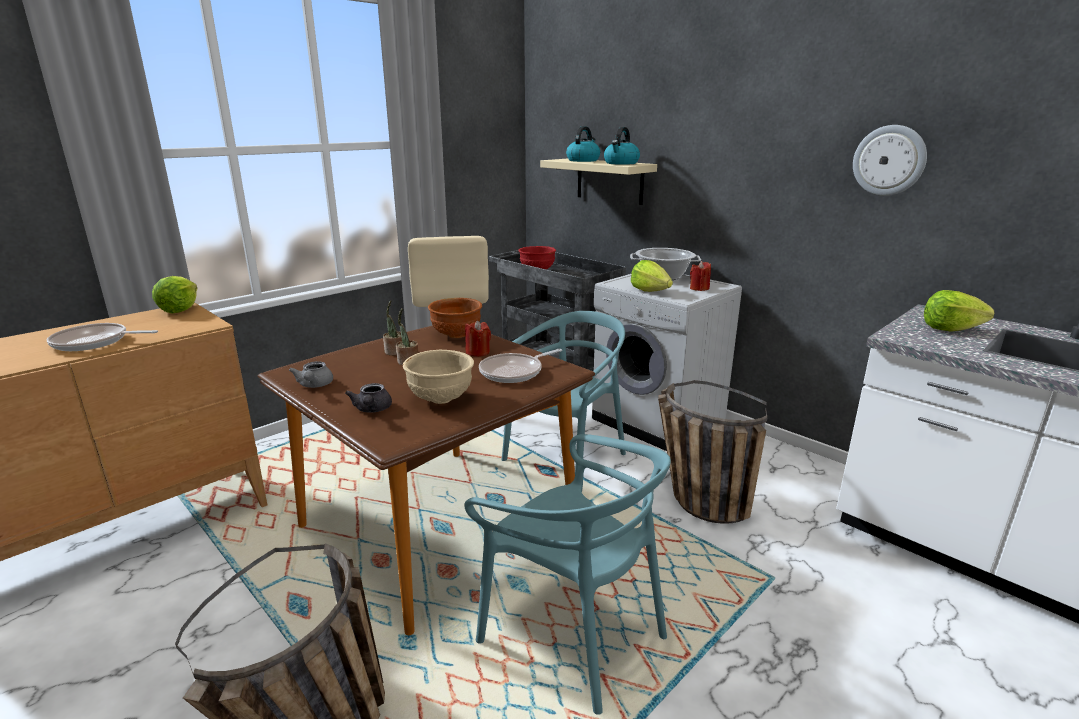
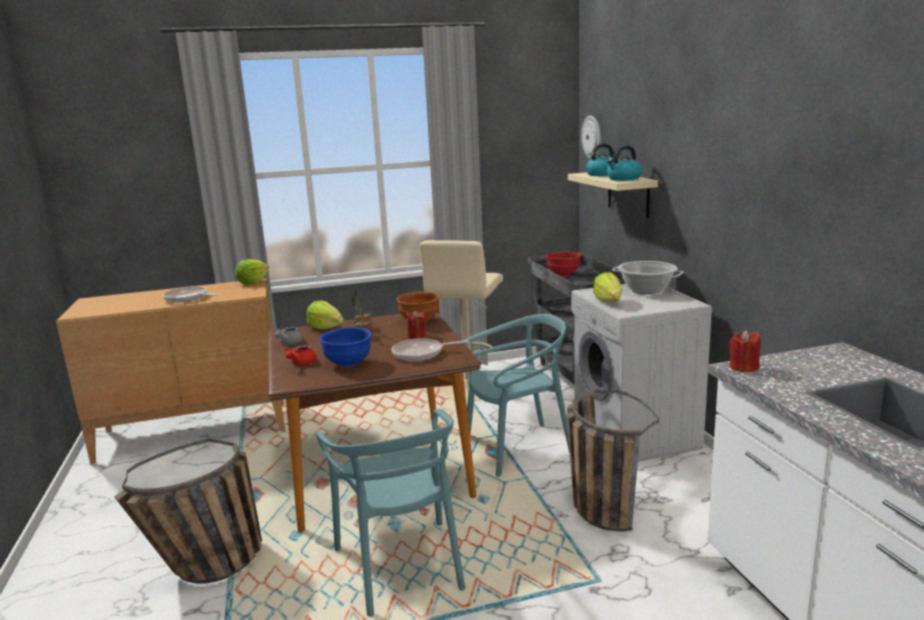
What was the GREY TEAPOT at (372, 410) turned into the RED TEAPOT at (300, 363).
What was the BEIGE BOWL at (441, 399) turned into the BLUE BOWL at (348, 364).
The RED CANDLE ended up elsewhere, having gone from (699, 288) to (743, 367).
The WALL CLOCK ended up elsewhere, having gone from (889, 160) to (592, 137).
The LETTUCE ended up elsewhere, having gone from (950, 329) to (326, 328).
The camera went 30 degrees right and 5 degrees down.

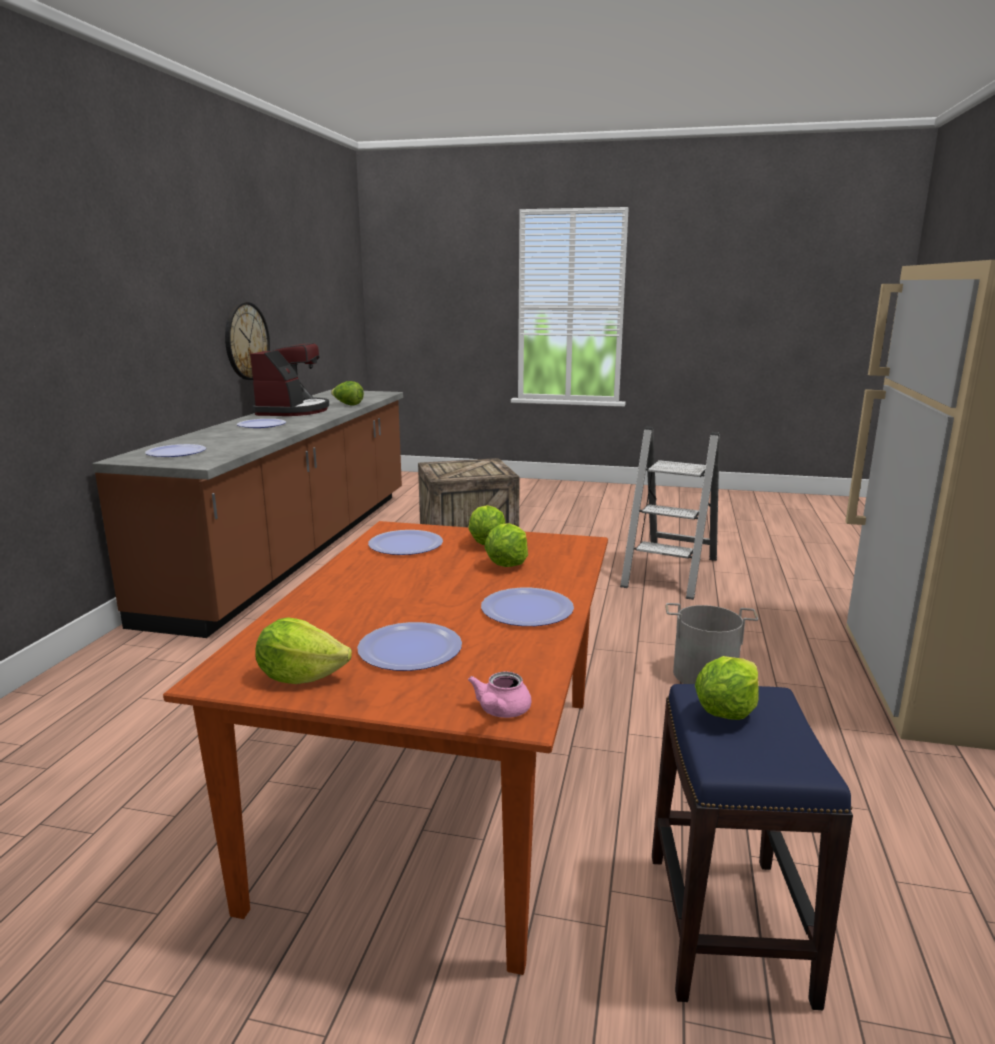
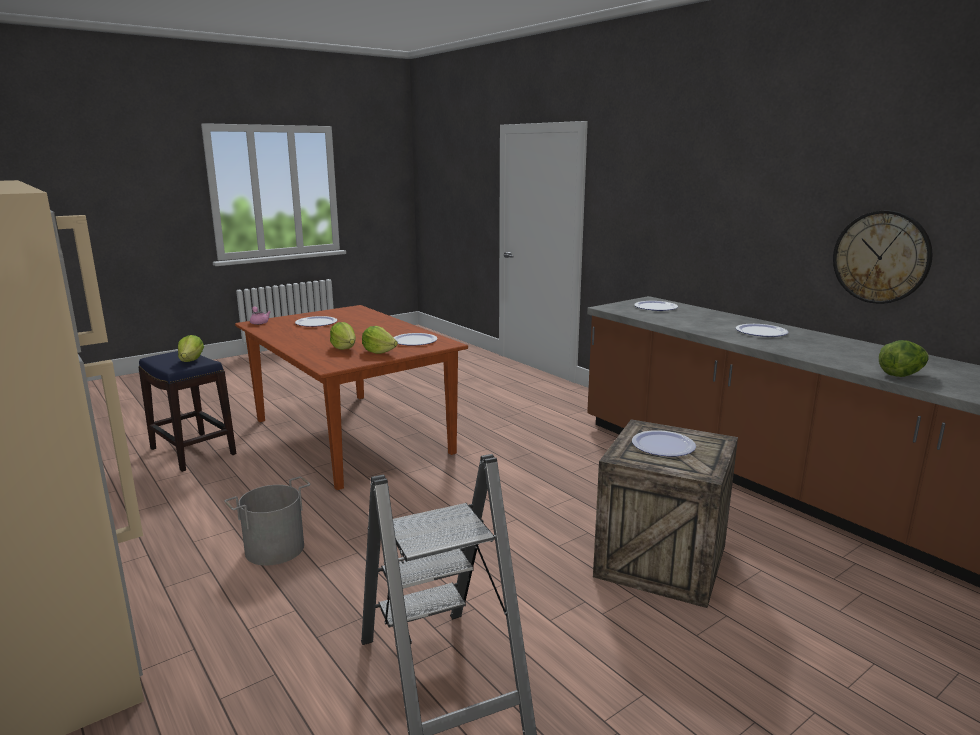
The second view lost the COFFEE MACHINE at (293, 411).
The second view lost the LETTUCE at (300, 676).
The PLATE ended up elsewhere, having gone from (527, 609) to (663, 445).
The camera went 130 degrees right and 0 degrees up.

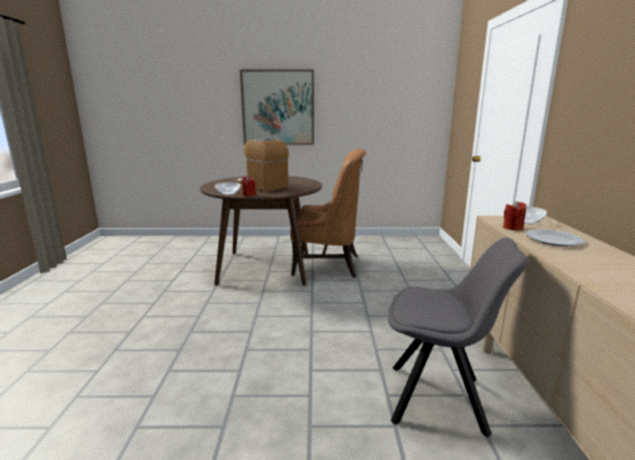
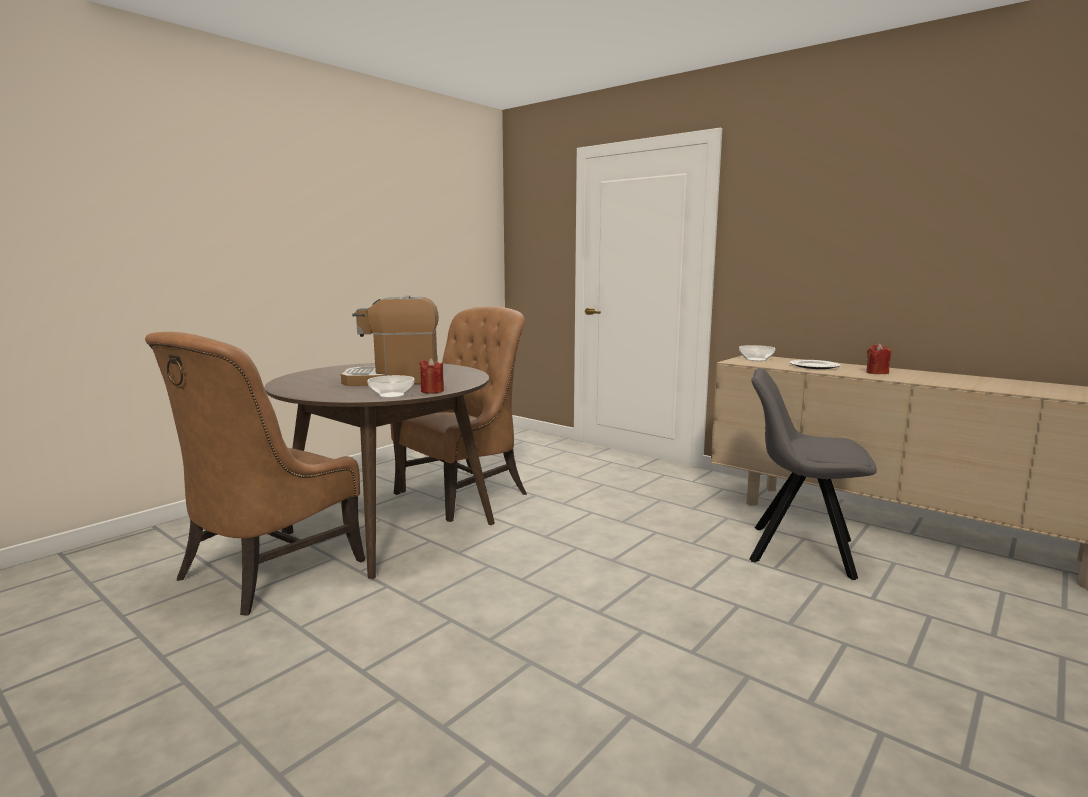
The second view lost the PICTURE at (278, 108).
The GREY CHAIR at (437, 399) ended up facing another way, 120 degrees counterclockwise from before.
The RED CANDLE ended up elsewhere, having gone from (512, 228) to (877, 372).
The second view gained the BROWN CHAIR at (268, 570).
The camera went 50 degrees left and 5 degrees down.

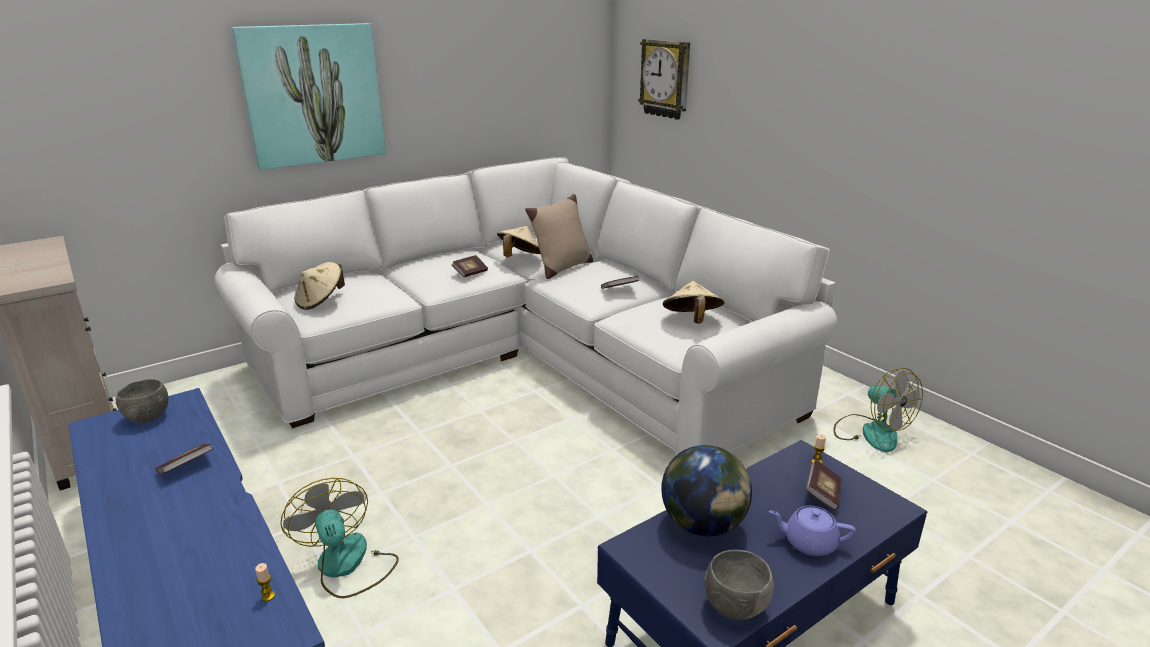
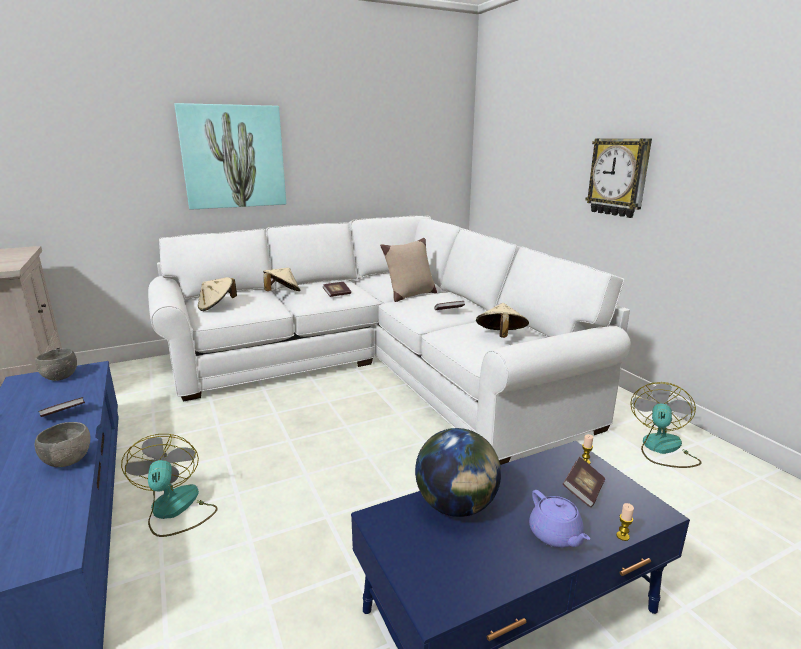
The CANDLE ended up elsewhere, having gone from (268, 596) to (622, 536).
The BEIGE HAT ended up elsewhere, having gone from (520, 258) to (282, 293).
The WALL CLOCK ended up elsewhere, having gone from (666, 79) to (618, 177).
The GREY BOWL ended up elsewhere, having gone from (735, 606) to (69, 461).
The PURPLE TEAPOT at (808, 543) ended up facing another way, 135 degrees counterclockwise from before.
The FAN at (871, 432) ended up facing another way, 135 degrees counterclockwise from before.
The camera went 10 degrees right and 5 degrees down.

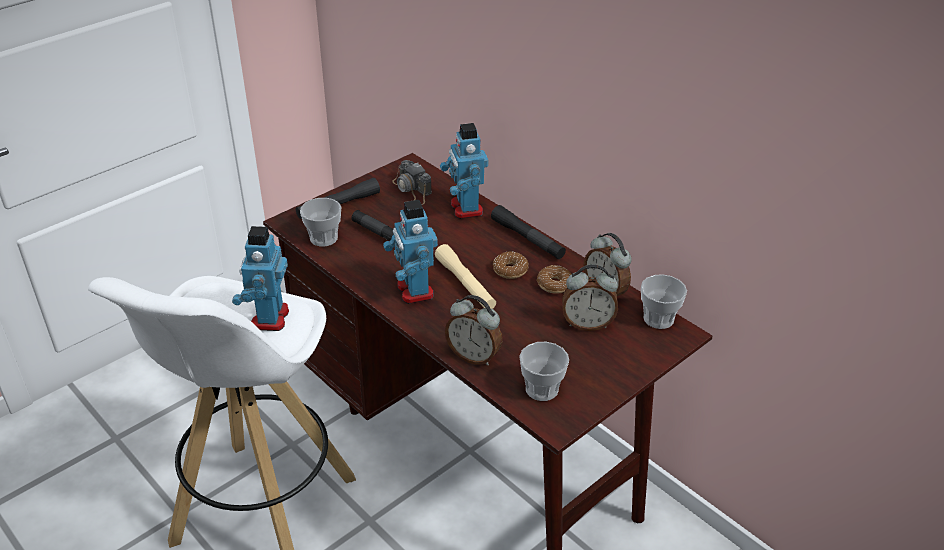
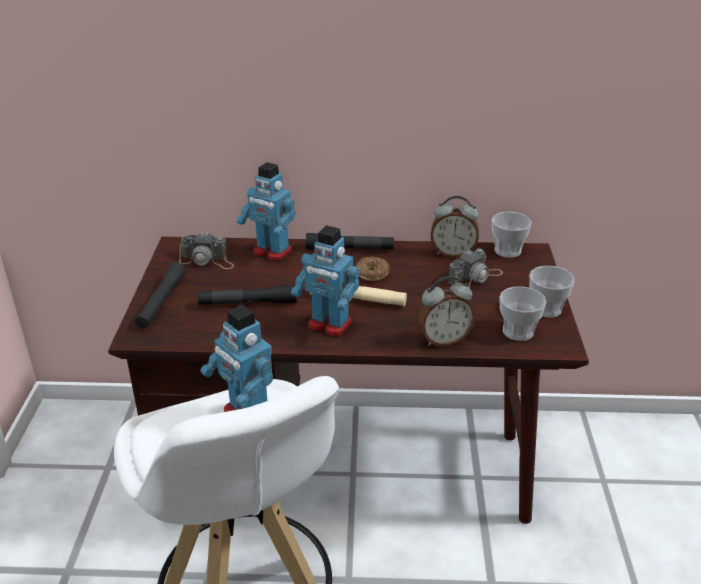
The CUP ended up elsewhere, having gone from (323, 238) to (546, 309).
The second view lost the DONUT at (554, 284).
Where the ALARM CLOCK stood at (587, 324), the PHOTO CAMERA came to stand at (475, 277).
The camera went 45 degrees left and 5 degrees down.

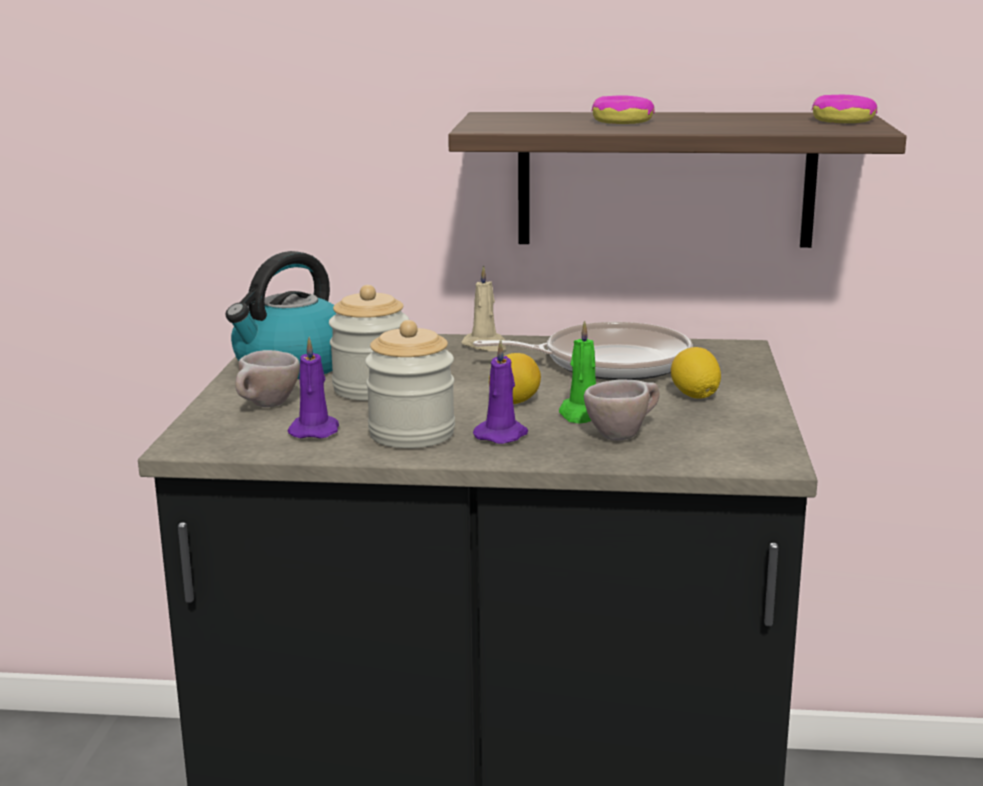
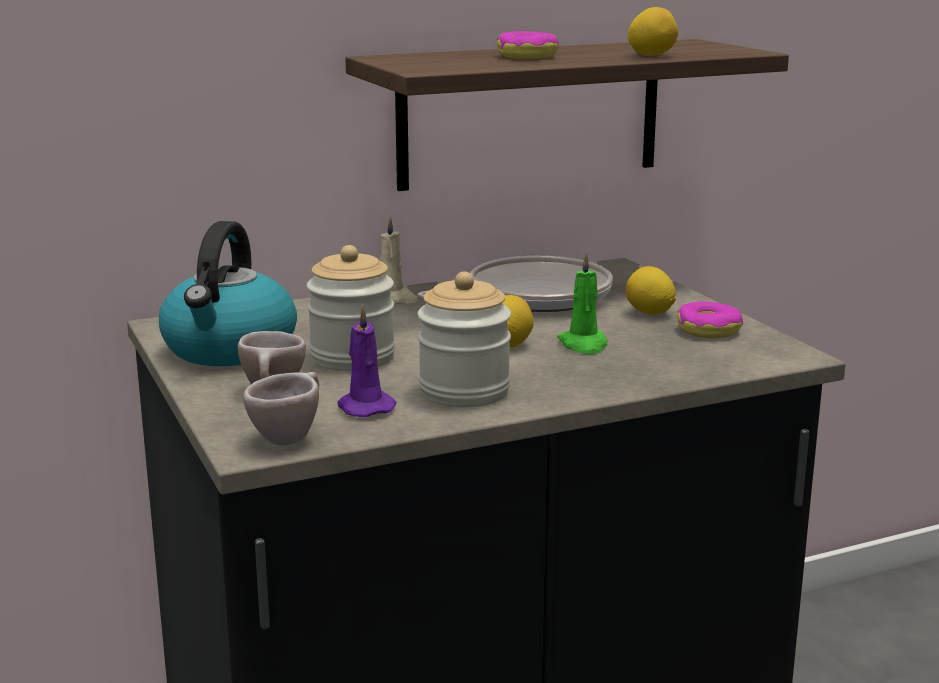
The second view lost the PURPLE CANDLE at (502, 435).
The BEIGE CUP ended up elsewhere, having gone from (623, 435) to (290, 437).
The DONUT ended up elsewhere, having gone from (843, 120) to (709, 330).
The second view gained the LEMON at (651, 55).
The camera went 30 degrees left and 0 degrees up.

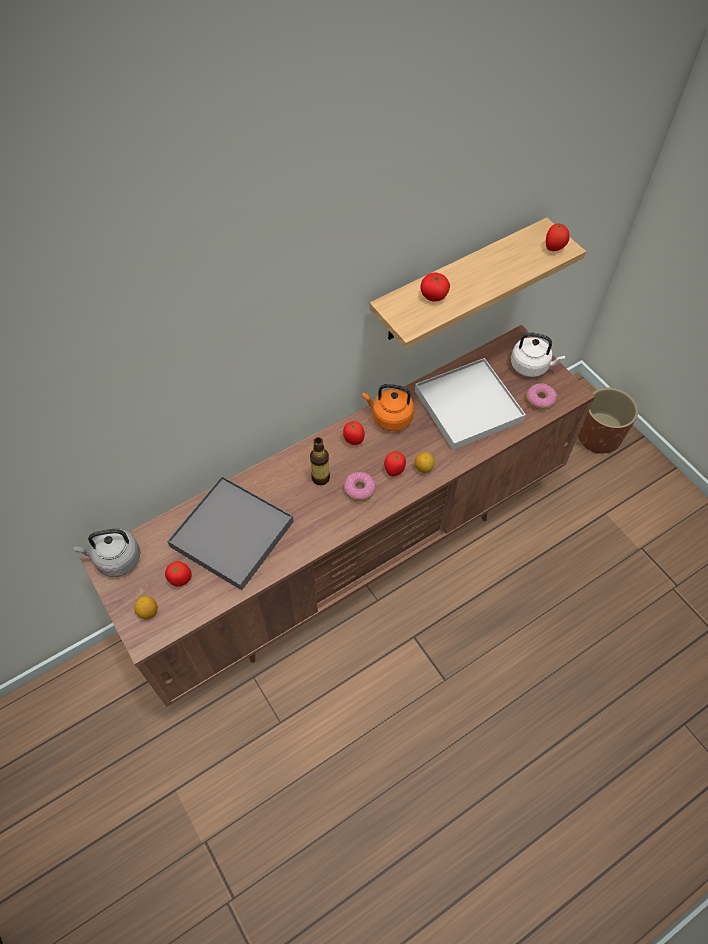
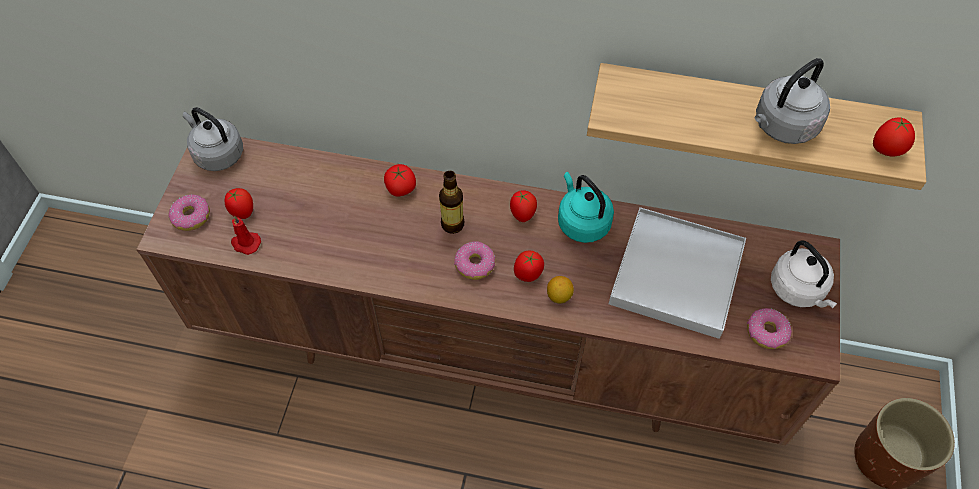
Where the LEMON stood at (148, 612), the DONUT came to stand at (191, 216).
The second view lost the GREY TRAY at (232, 534).
What was the ORANGE KETTLE at (389, 418) turned into the TURQUOISE KETTLE at (582, 222).
The TOMATO ended up elsewhere, having gone from (433, 295) to (400, 188).
The second view gained the RED CANDLE at (245, 243).
The second view gained the GREY KETTLE at (782, 126).
The camera went 45 degrees right and 0 degrees up.

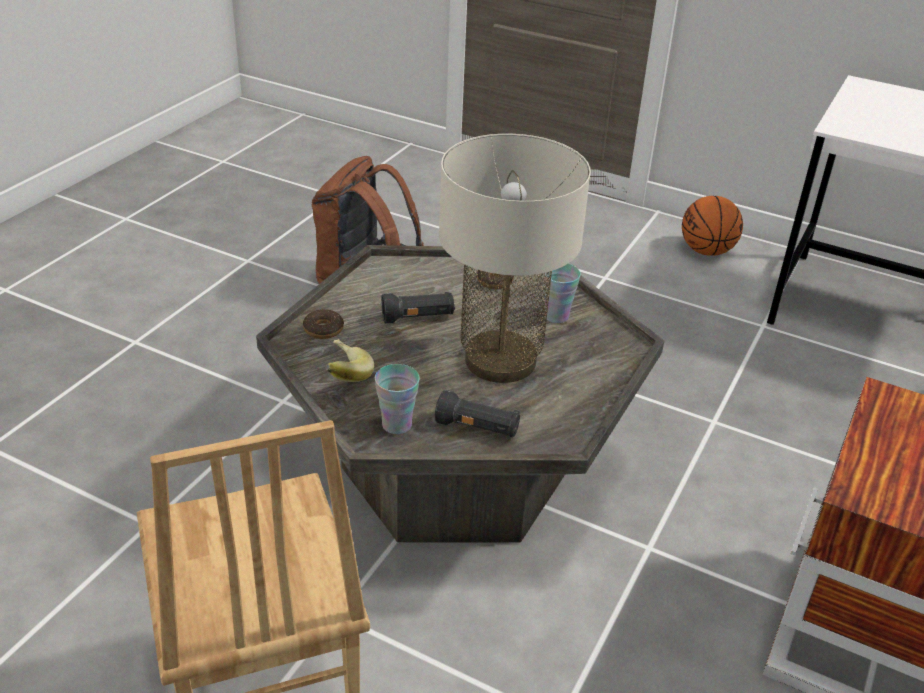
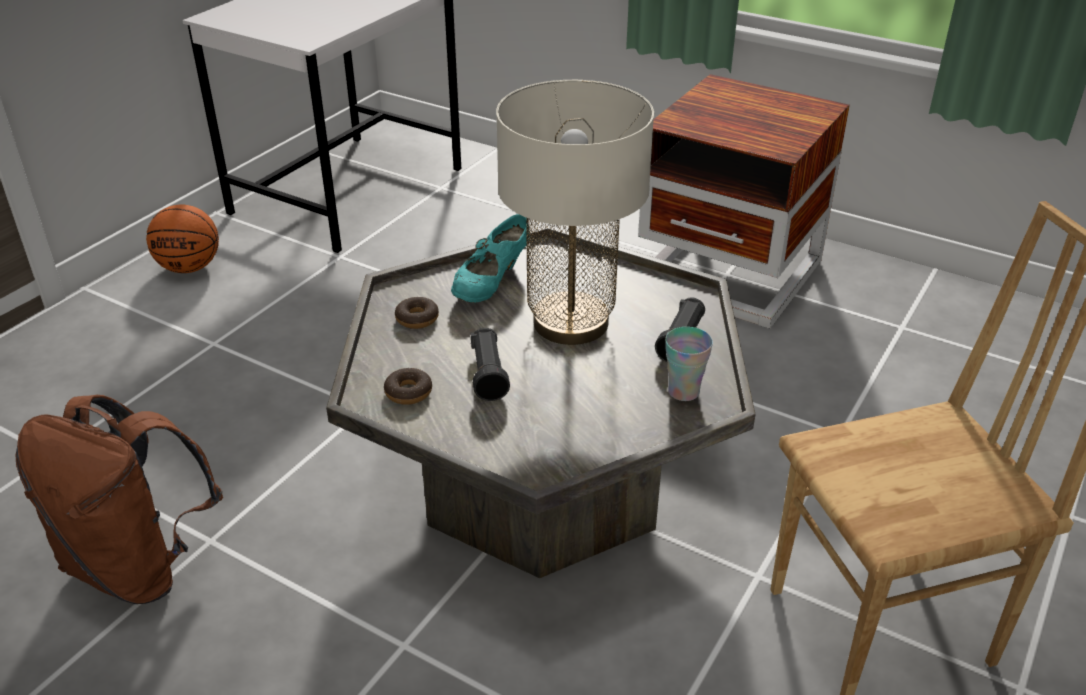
The DONUT ended up elsewhere, having gone from (323, 329) to (408, 392).
The second view lost the BANANA at (342, 376).
Where the CUP stood at (556, 316), the TURQUOISE SHOE came to stand at (491, 284).
The camera went 85 degrees left and 0 degrees up.

